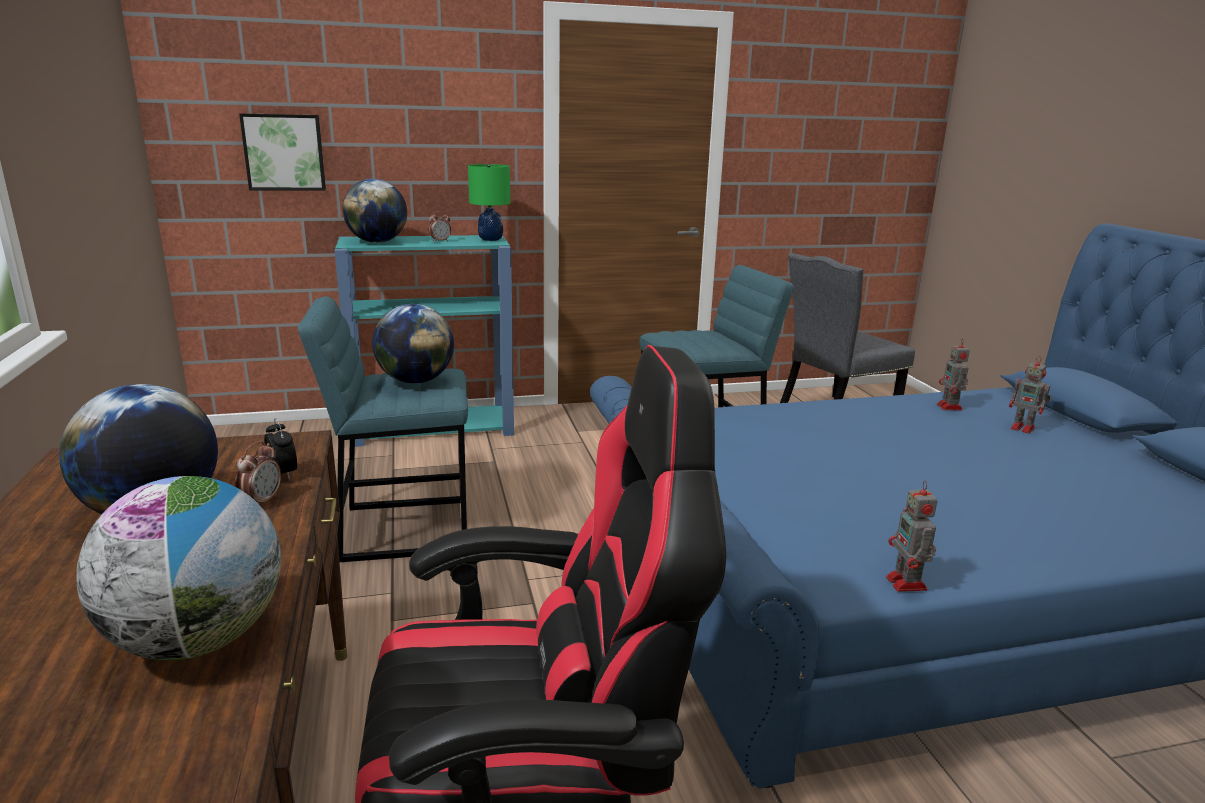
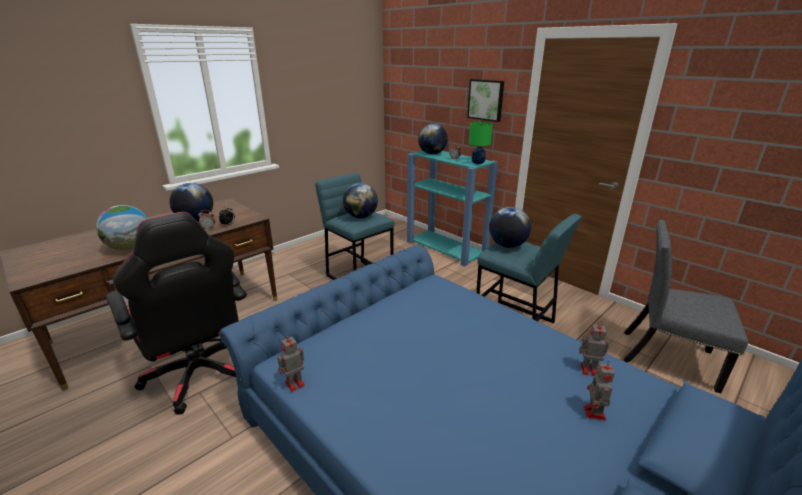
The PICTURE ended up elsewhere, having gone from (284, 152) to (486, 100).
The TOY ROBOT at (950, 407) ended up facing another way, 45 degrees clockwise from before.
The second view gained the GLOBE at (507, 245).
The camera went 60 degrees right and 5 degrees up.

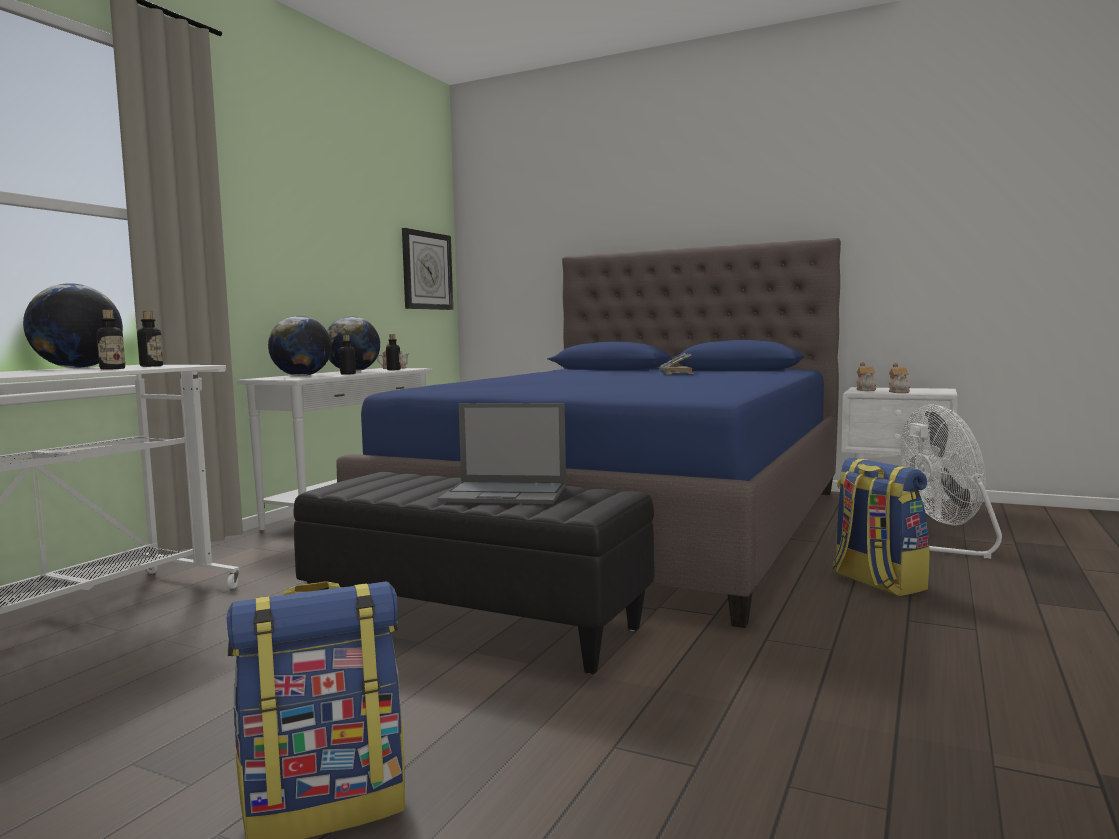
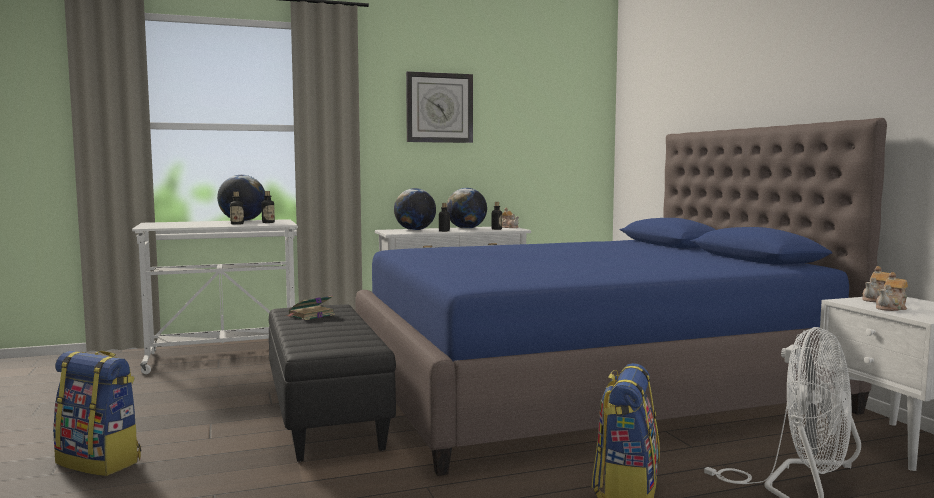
The WALL CLOCK ended up elsewhere, having gone from (426, 271) to (439, 108).
The second view lost the LAPTOP at (506, 493).
The BOOK ended up elsewhere, having gone from (676, 373) to (310, 315).
The camera went 45 degrees right and 0 degrees up.

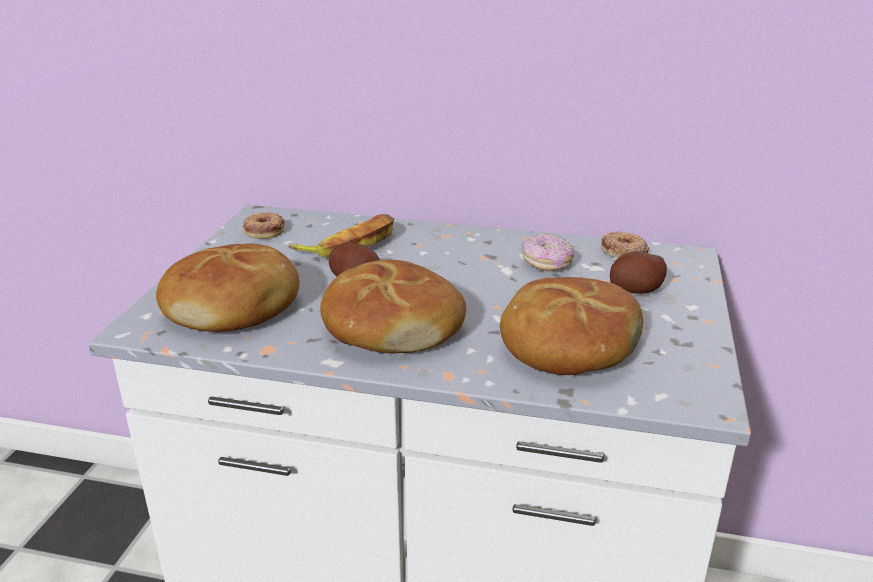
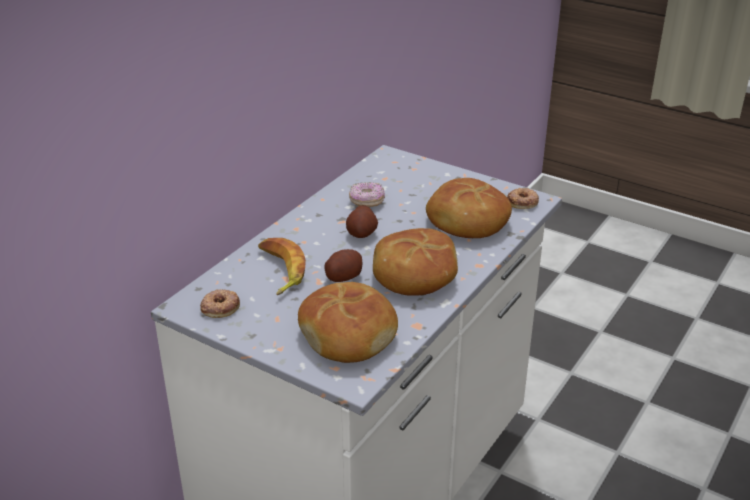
The DONUT ended up elsewhere, having gone from (623, 251) to (523, 202).
The POTATO ended up elsewhere, having gone from (635, 290) to (362, 233).
The camera went 70 degrees left and 5 degrees up.

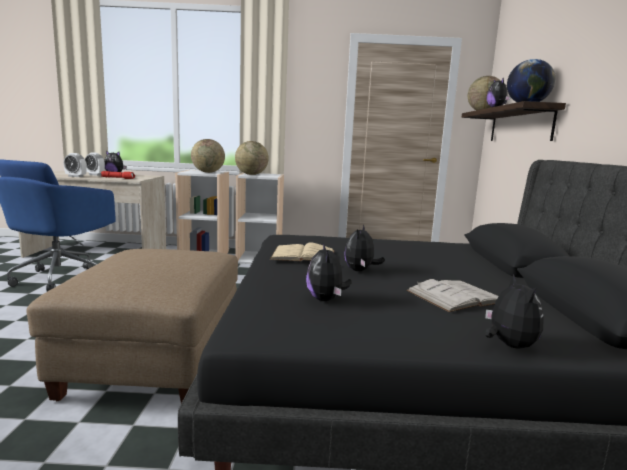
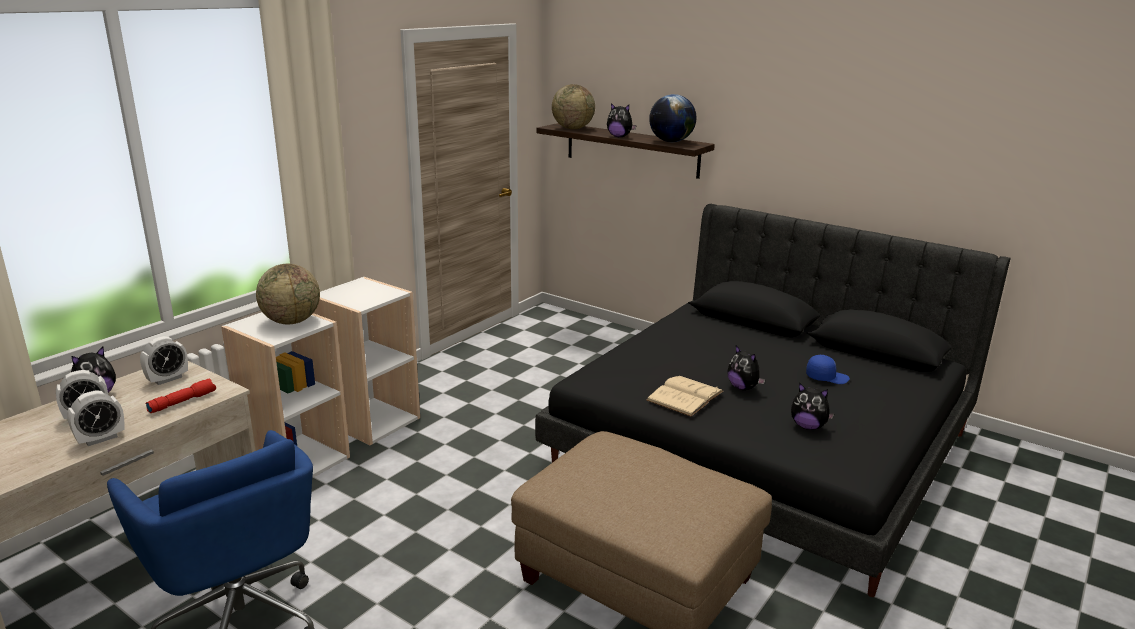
The second view lost the GLOBE at (251, 174).
Where the WHITE BOOK stood at (455, 296), the BLUE CAP came to stand at (826, 377).
The second view lost the PLUSH TOY at (508, 345).
The second view gained the ALARM CLOCK at (168, 379).
The camera went 55 degrees left and 10 degrees up.

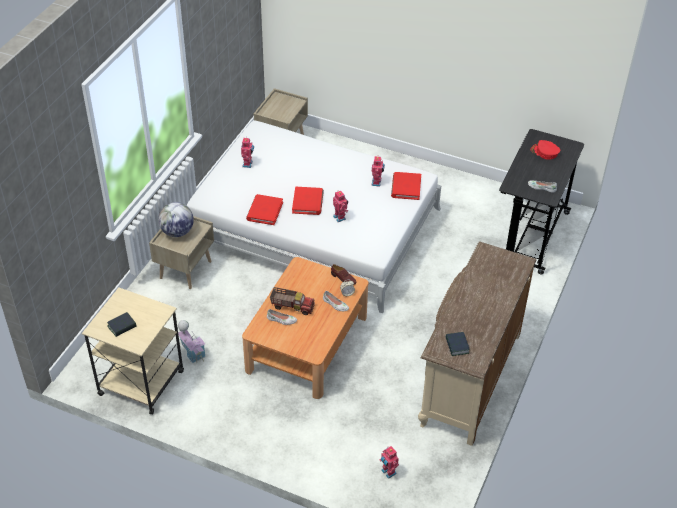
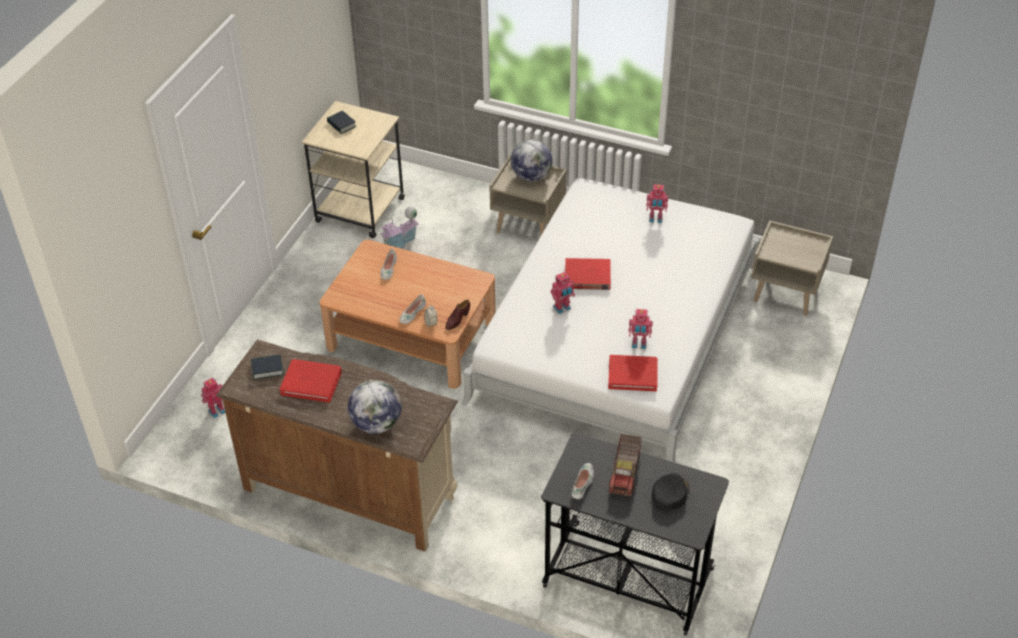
The RED BOOK ended up elsewhere, having gone from (264, 211) to (311, 382).
The TOY TRUCK ended up elsewhere, having gone from (292, 306) to (625, 473).
What was the RED CAP at (544, 152) turned into the BLACK CAP at (670, 493).
The second view gained the GLOBE at (376, 424).
The camera went 90 degrees right and 0 degrees up.

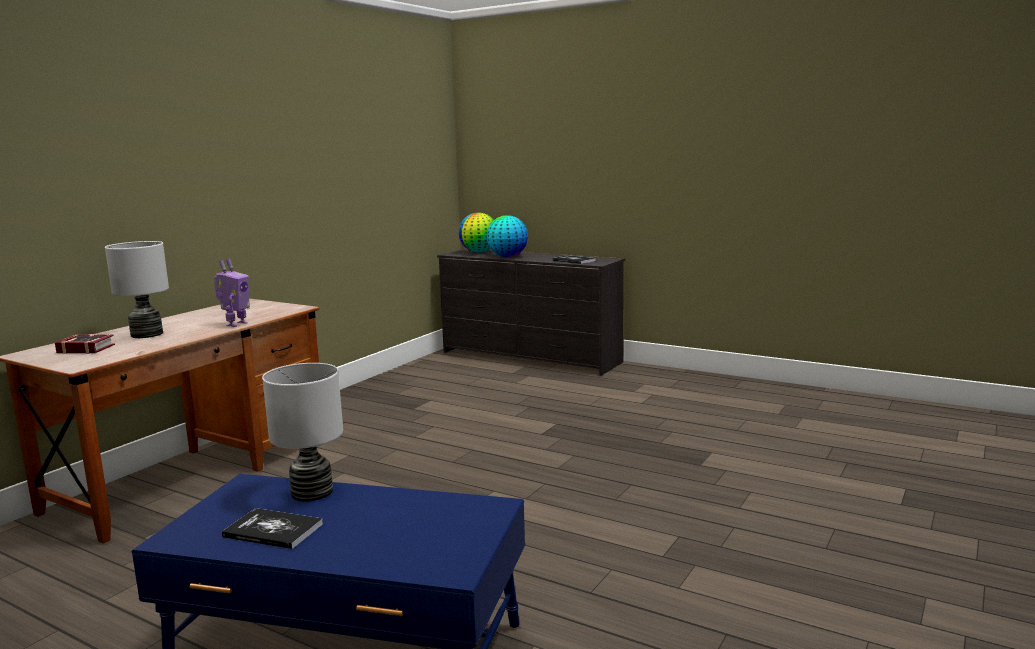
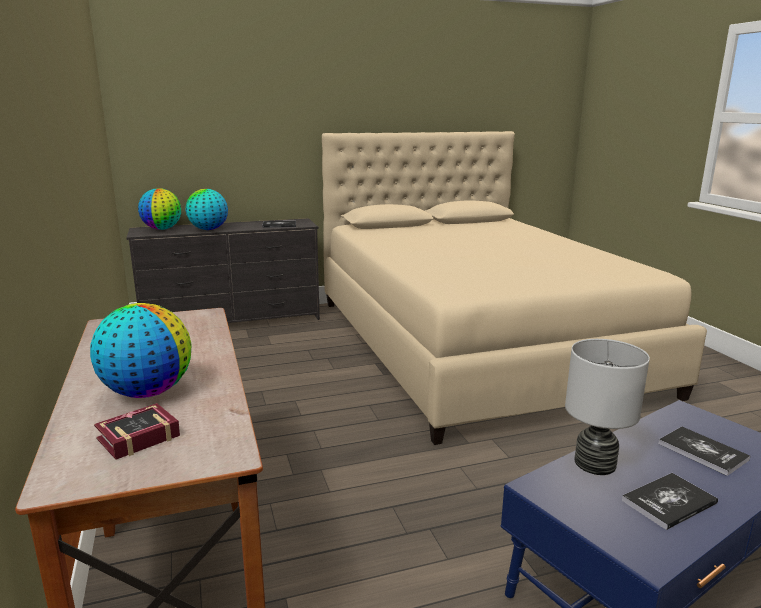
Where the GREY TABLE LAMP stood at (147, 334), the GLOBE came to stand at (147, 392).
The second view lost the TOY ROBOT at (236, 324).
The second view gained the BEIGE BED at (474, 343).
The second view gained the BOOK at (702, 451).
The camera went 50 degrees left and 5 degrees up.

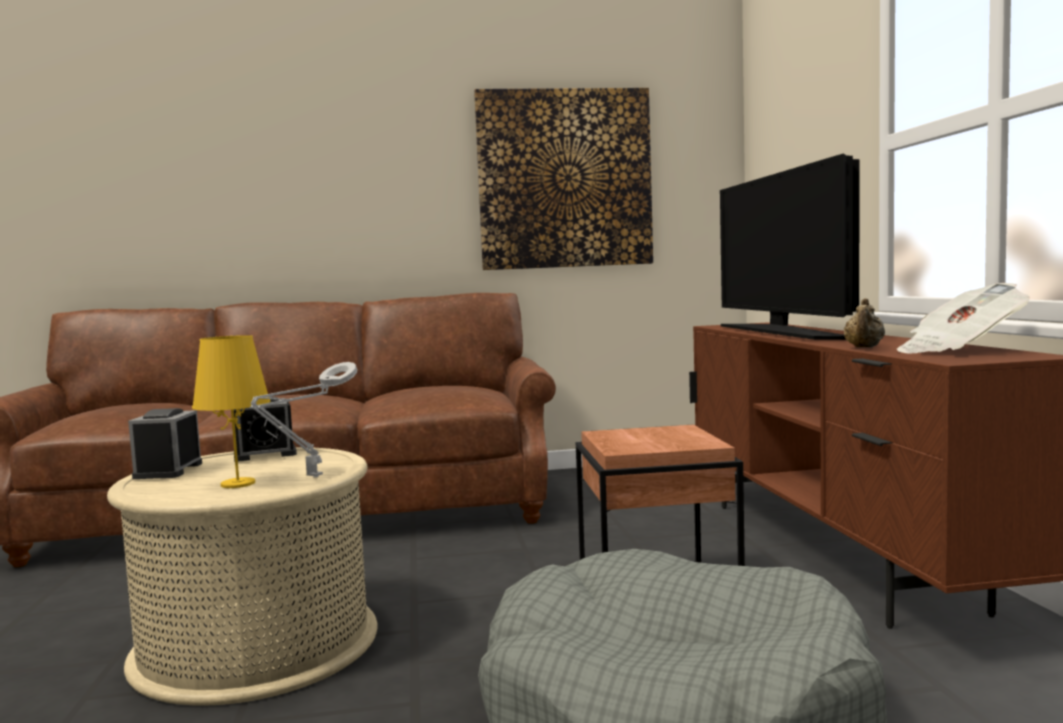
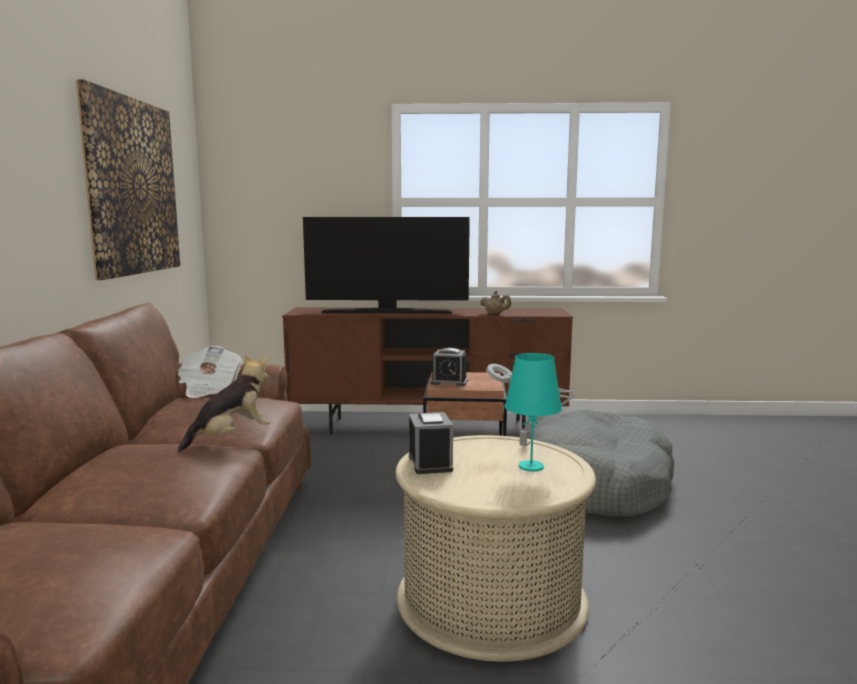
The ALARM CLOCK ended up elsewhere, having gone from (168, 470) to (449, 382).
What was the YELLOW TABLE LAMP at (238, 483) turned into the TURQUOISE TABLE LAMP at (530, 466).
The NEWSPAPER ended up elsewhere, having gone from (958, 350) to (209, 389).
The second view gained the PLUSH TOY at (231, 438).
The camera went 80 degrees left and 5 degrees up.

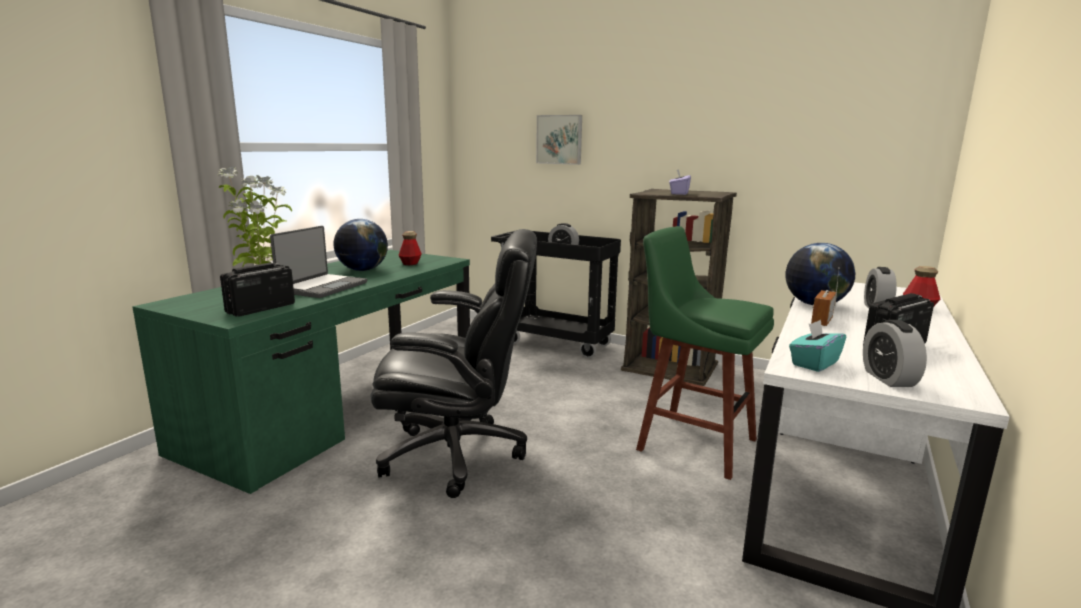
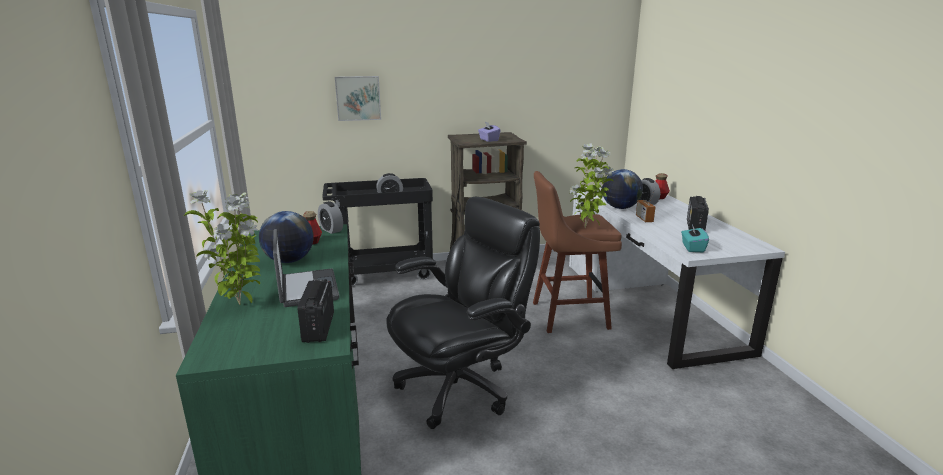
What was the GREEN STOOL at (694, 443) turned into the BROWN STOOL at (567, 315).
The ALARM CLOCK ended up elsewhere, having gone from (888, 378) to (331, 230).
The second view gained the POTTED PLANT at (586, 228).
The camera went 40 degrees left and 5 degrees up.

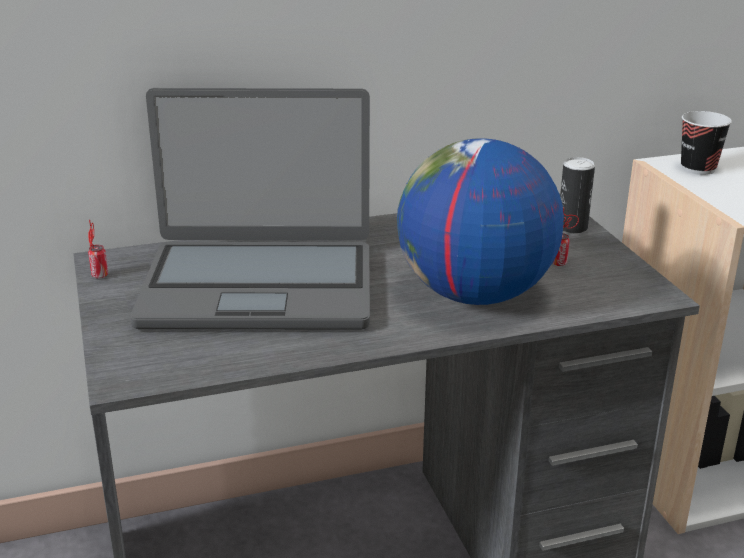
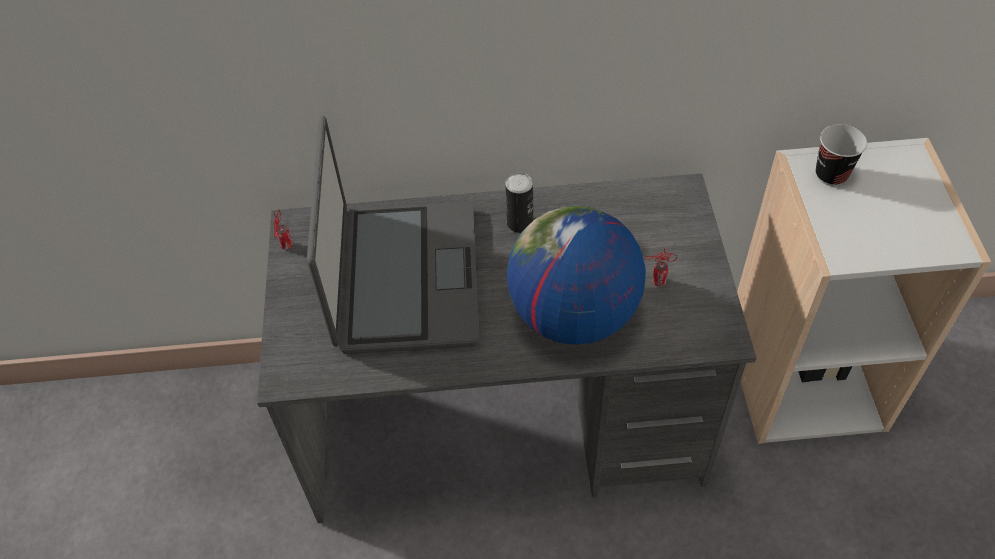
The LAPTOP at (259, 286) ended up facing another way, 105 degrees counterclockwise from before.
The CAN ended up elsewhere, having gone from (572, 227) to (520, 223).
The camera went 15 degrees right and 25 degrees up.

